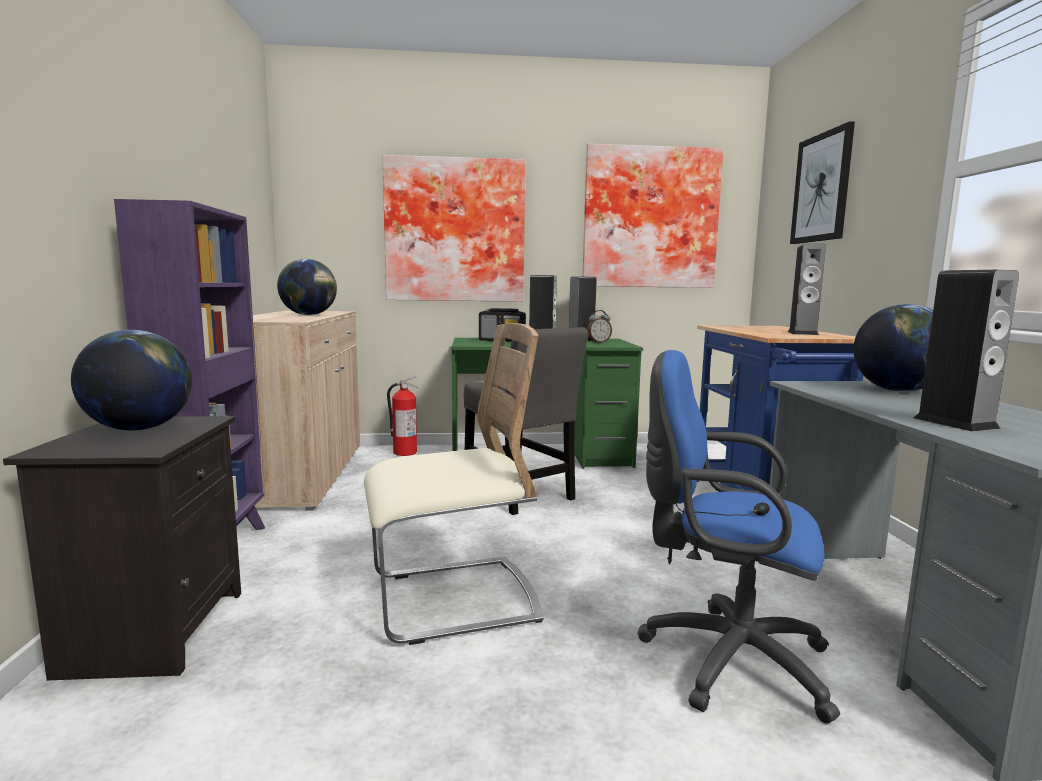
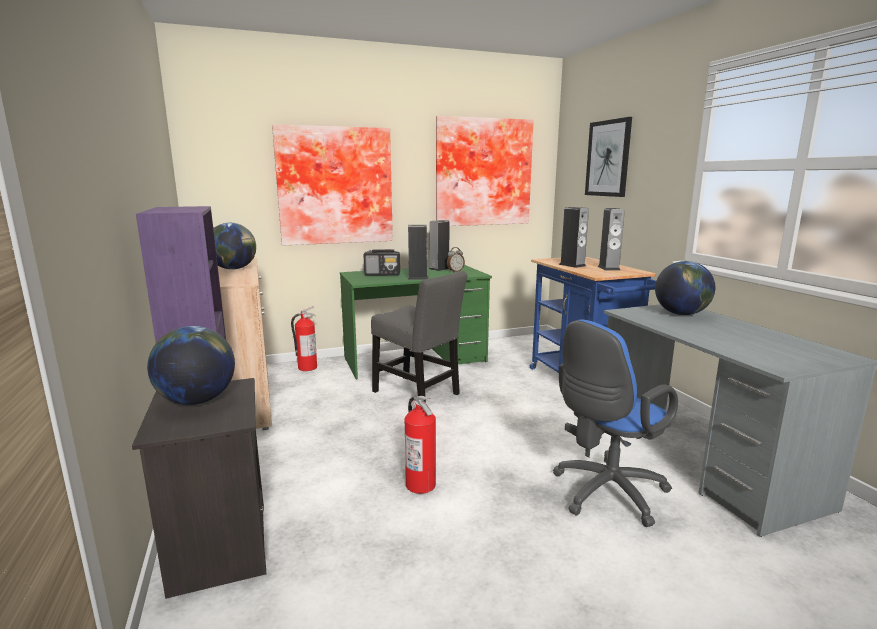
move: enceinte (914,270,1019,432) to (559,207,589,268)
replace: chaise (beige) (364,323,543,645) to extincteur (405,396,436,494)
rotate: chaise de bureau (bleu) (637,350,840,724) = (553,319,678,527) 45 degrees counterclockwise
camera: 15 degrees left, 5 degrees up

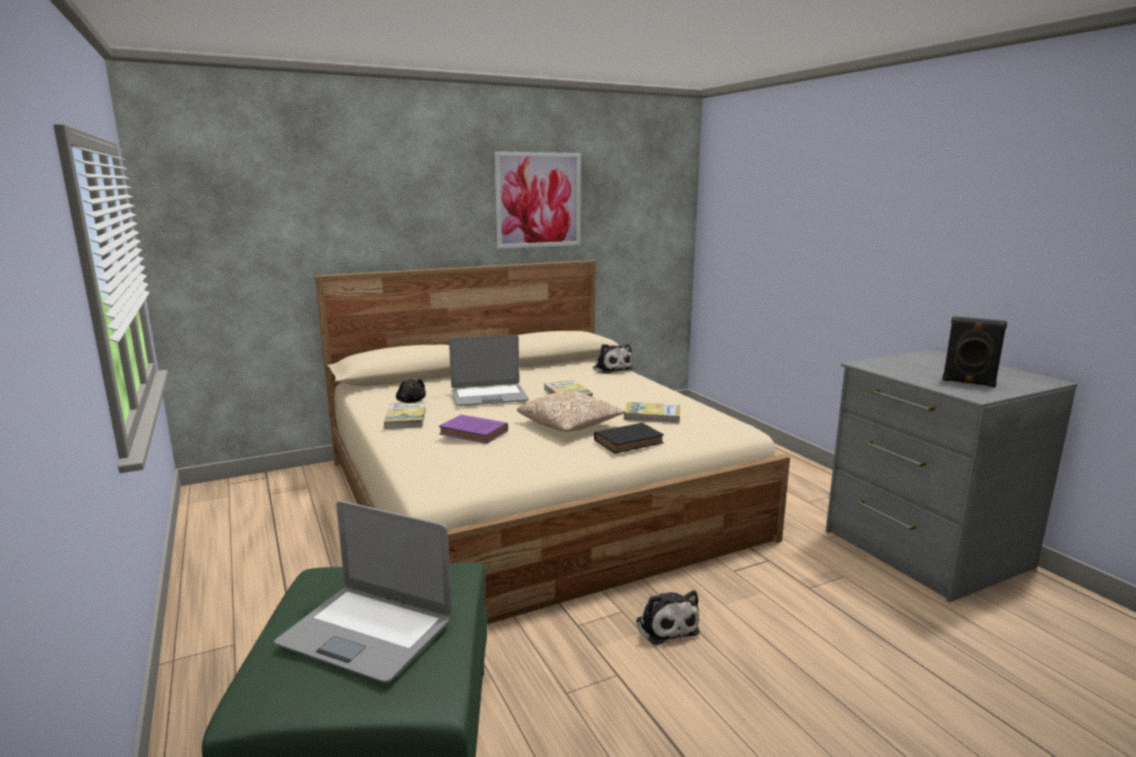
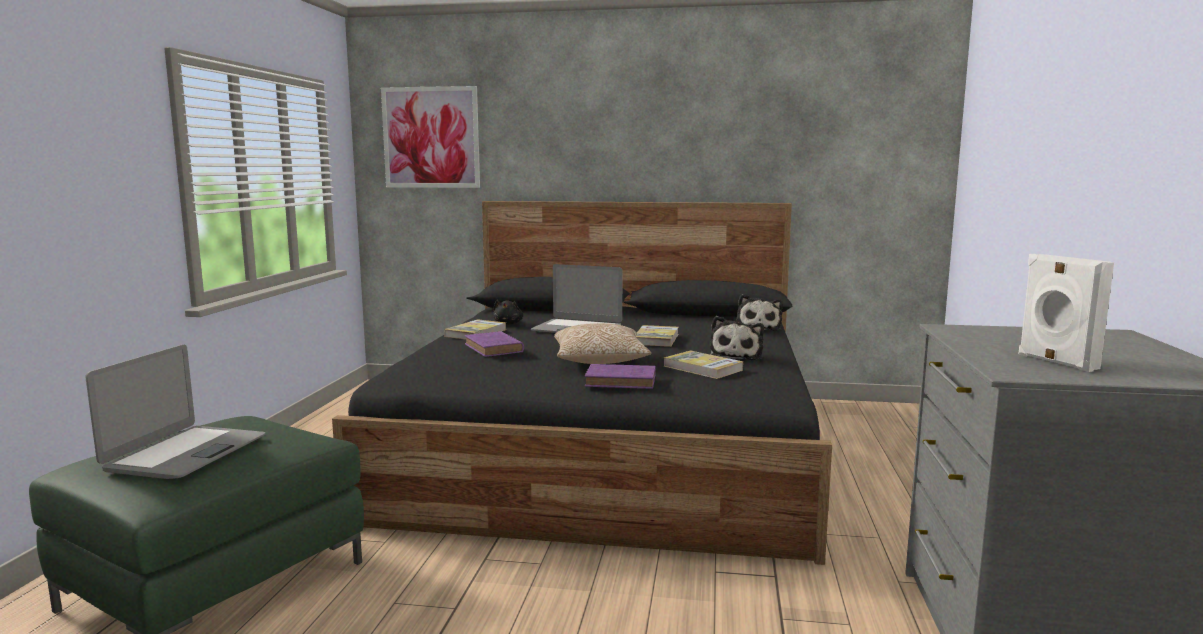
move: tableau (494,151,581,249) to (381,86,480,188); peluche (636,590,700,645) to (710,316,764,360)
recolor: lit (beige) (315,260,790,624) to lit (noir) (332,201,832,565); enceinte (noir) (942,316,1007,387) to enceinte (blanc) (1018,254,1114,372); livre (noir) (594,423,664,454) to livre (violet) (585,364,656,389)
rotate: ordinateur portable (274,501,452,683) = (85,345,265,479) 135 degrees counterclockwise
camera: 35 degrees right, 5 degrees down

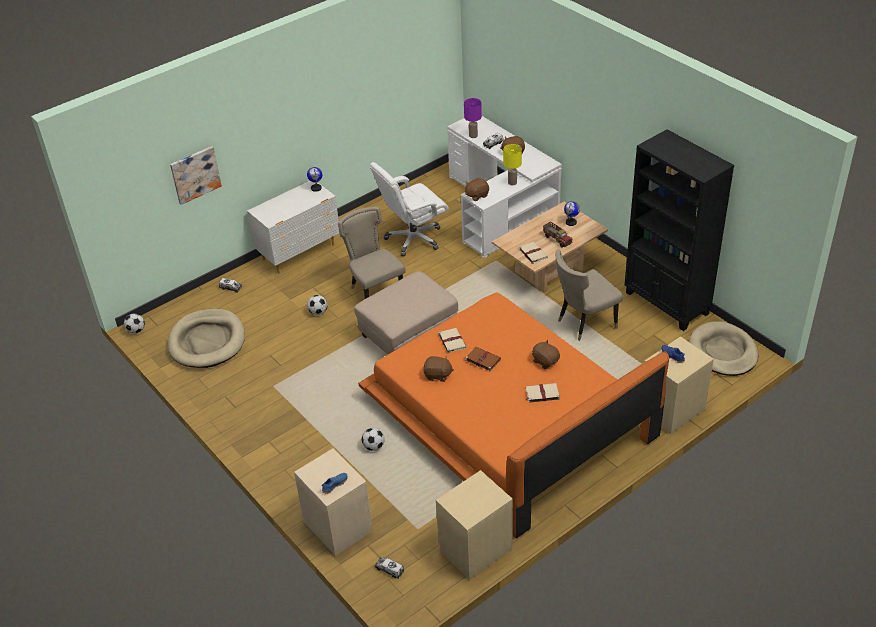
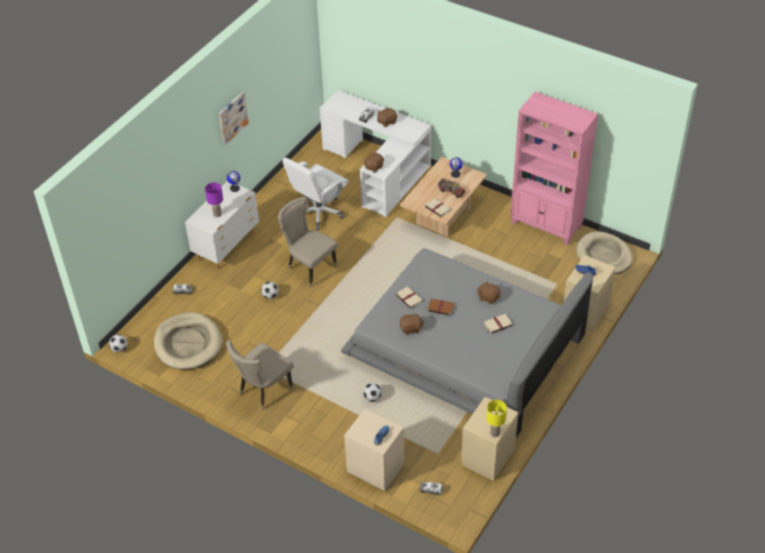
delete: pouf (beige) (354,271,458,354)
move: lampe de table (violet) (464,98,482,138) to (205,182,223,217); lampe de table (jaune) (503,144,522,185) to (486,400,507,437); tableau (170,146,222,205) to (219,92,249,145); chaise (beige) (555,250,623,341) to (226,340,294,410)
recolor: bibliothèque (noir) (625,129,734,331) to bibliothèque (rose) (510,92,598,245); lit (orange) (358,292,669,539) to lit (gris) (341,248,593,438)
camera: 20 degrees left, 5 degrees up

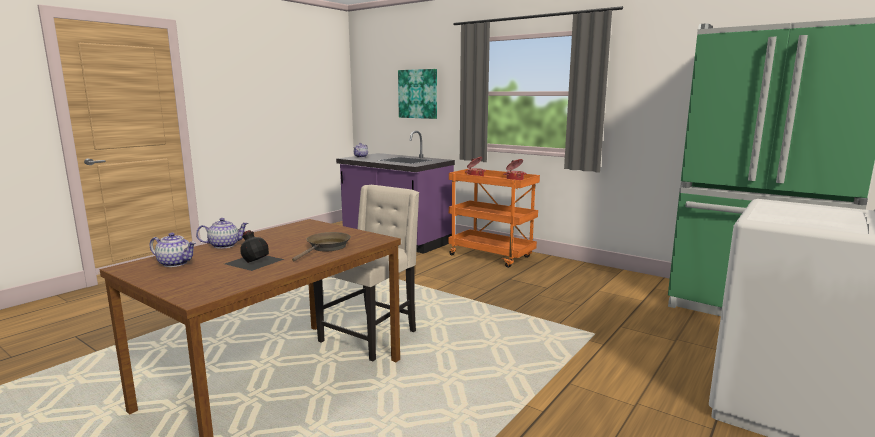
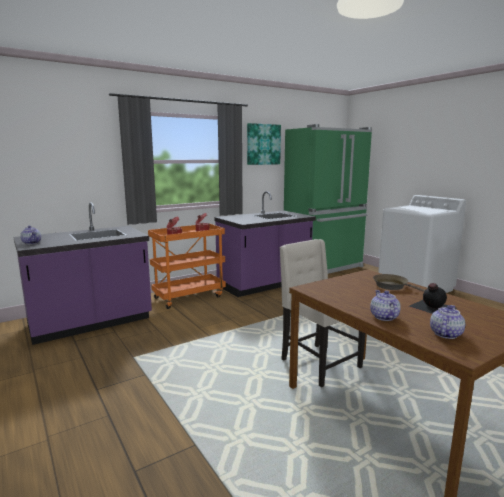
insert: comptoir de cuisine (violet) (215,191,316,297)
move: tableau (398,69,437,119) to (247,123,281,165)
camera: 70 degrees left, 0 degrees up

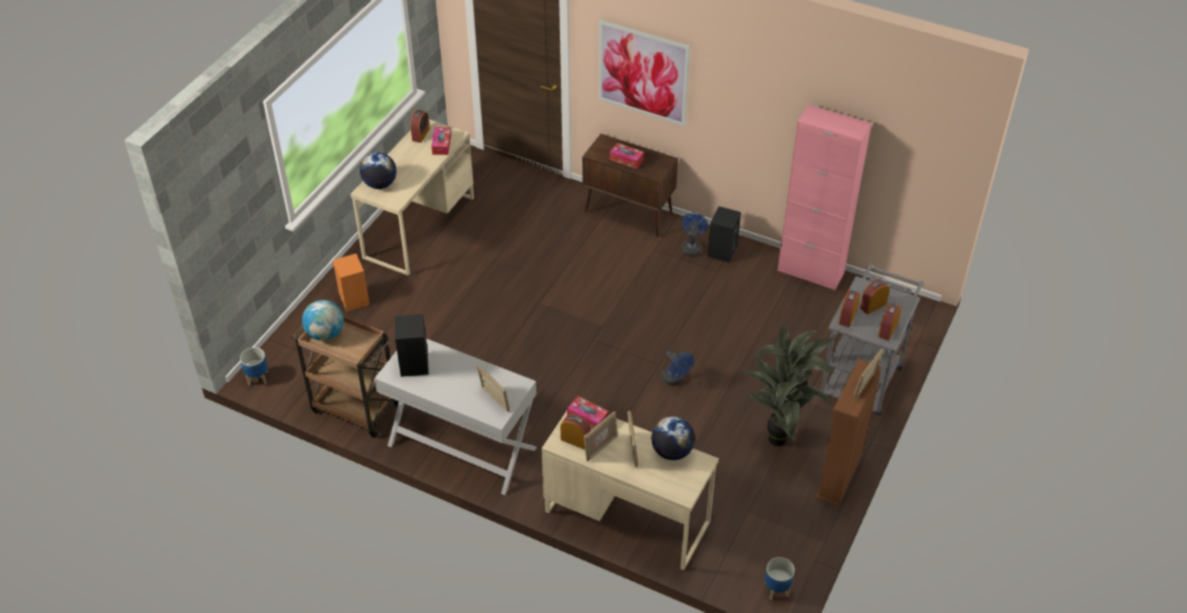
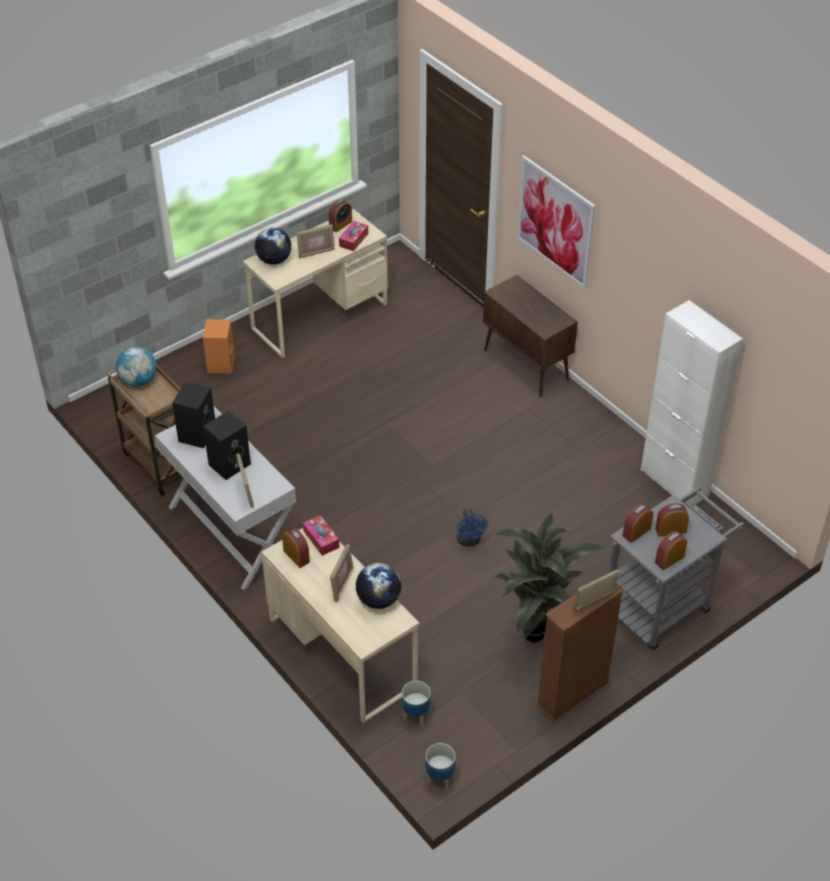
delete: boîte à mouchoirs (610,143,644,169); ventilateur (bleu) (681,213,708,257)
move: enceinte (noir) (708,206,741,263) to (203,410,251,480); cache-pot (240,347,268,386) to (402,681,431,726); cadre photo (584,411,618,462) to (297,224,334,258)
recolor: meuble de rangement (rose) (777,104,872,291) to meuble de rangement (blanc) (641,300,743,505)
camera: 25 degrees right, 0 degrees up

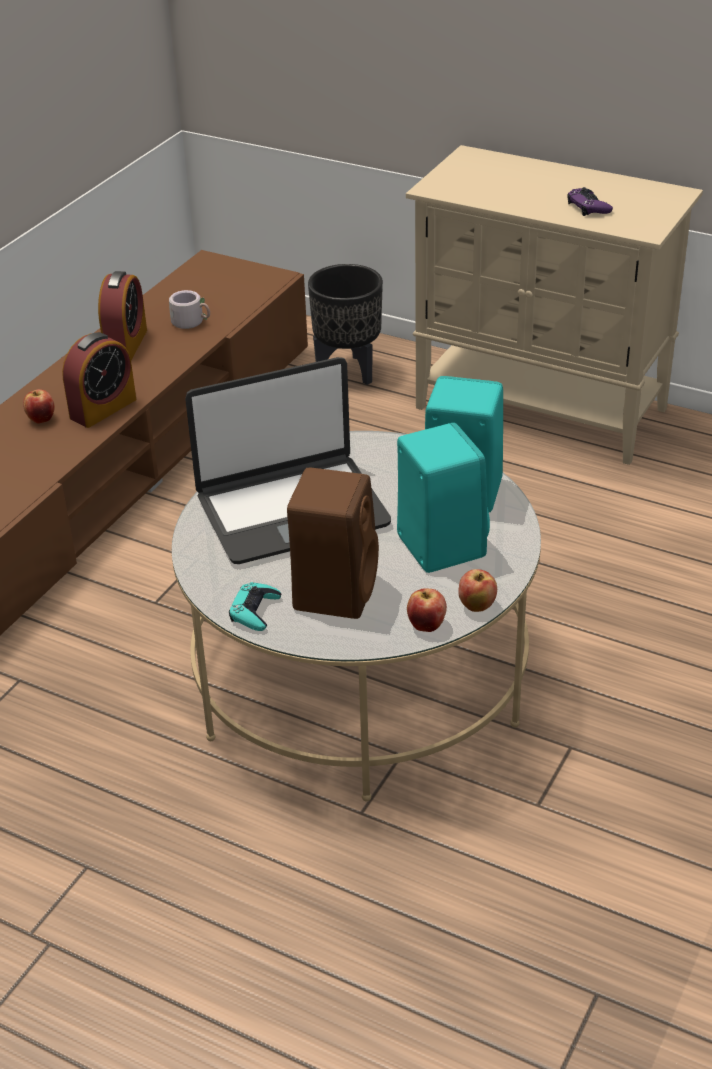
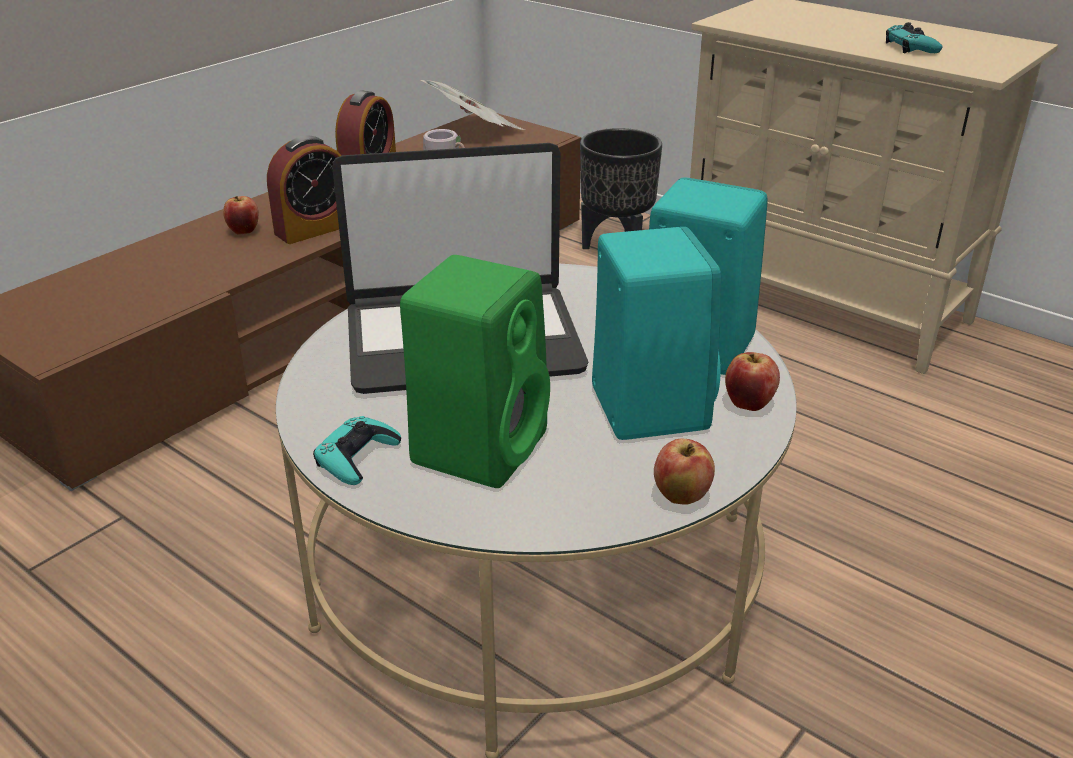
insert: journal (421,80,525,130)
move: pomme (407,588,447,632) to (725,352,780,411)
recolor: manette (violet) (567,187,613,216) to manette (turquoise) (886,22,942,53); enceinte (marron) (287,467,379,619) to enceinte (vert) (400,255,550,488)
camera: 10 degrees right, 5 degrees down

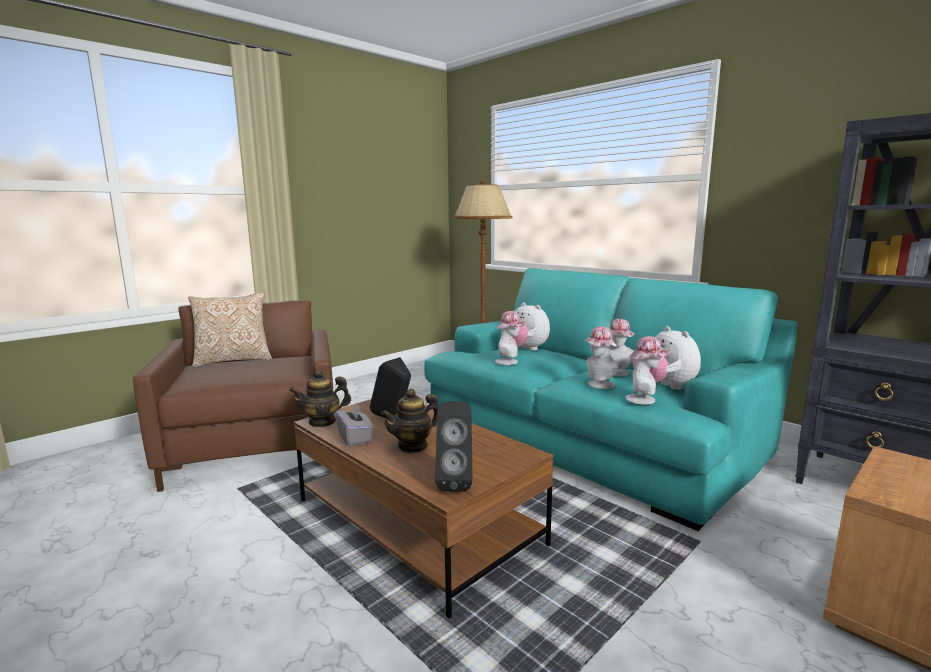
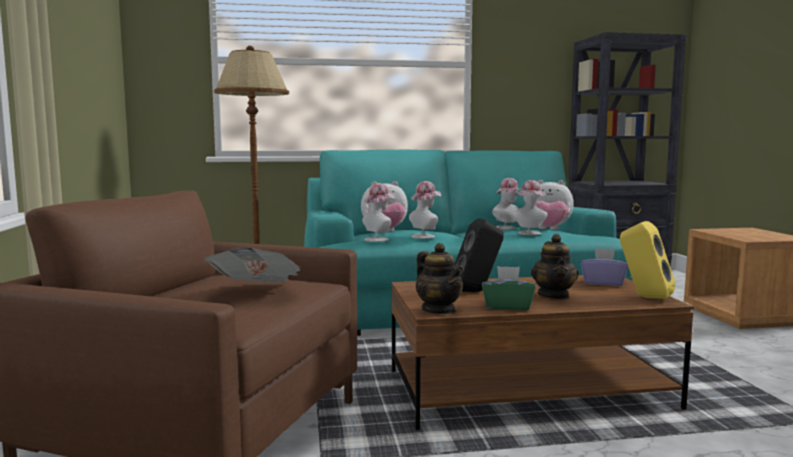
delete: coussin (188,292,272,367)
insert: journal (204,248,301,283); boîte à mouchoirs (violet) (581,248,628,286)
move: chapeau (625,336,671,405) to (362,183,395,242)
recolor: enceinte (noir) (435,401,473,492) to enceinte (jaune) (620,221,675,299); boîte à mouchoirs (gris) (335,404,374,446) to boîte à mouchoirs (vert) (482,266,536,311)
rotate: théière (289,370,351,427) = (416,243,464,314) 45 degrees counterclockwise
camera: 55 degrees left, 5 degrees down

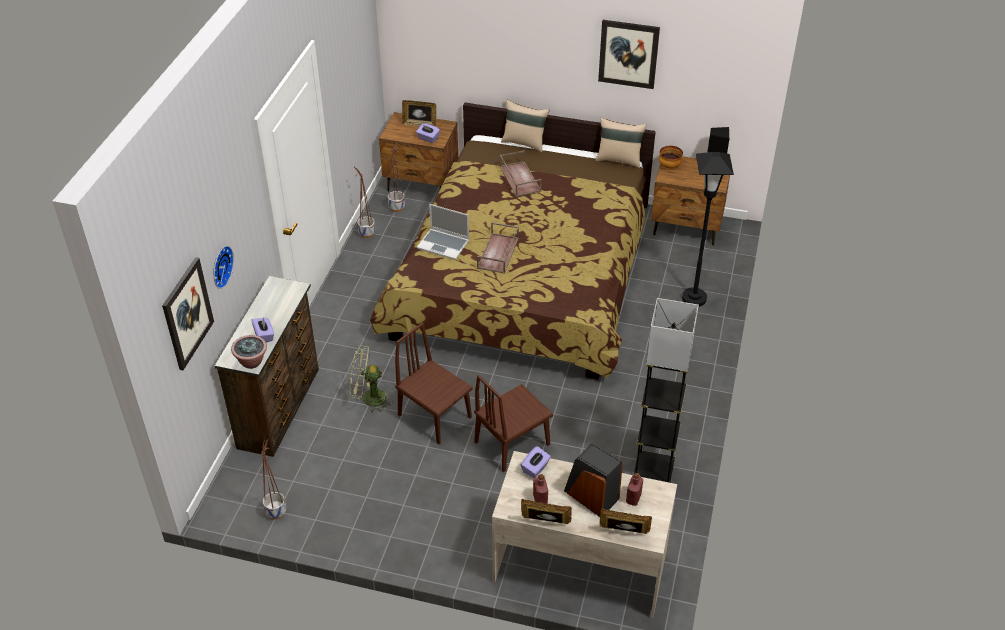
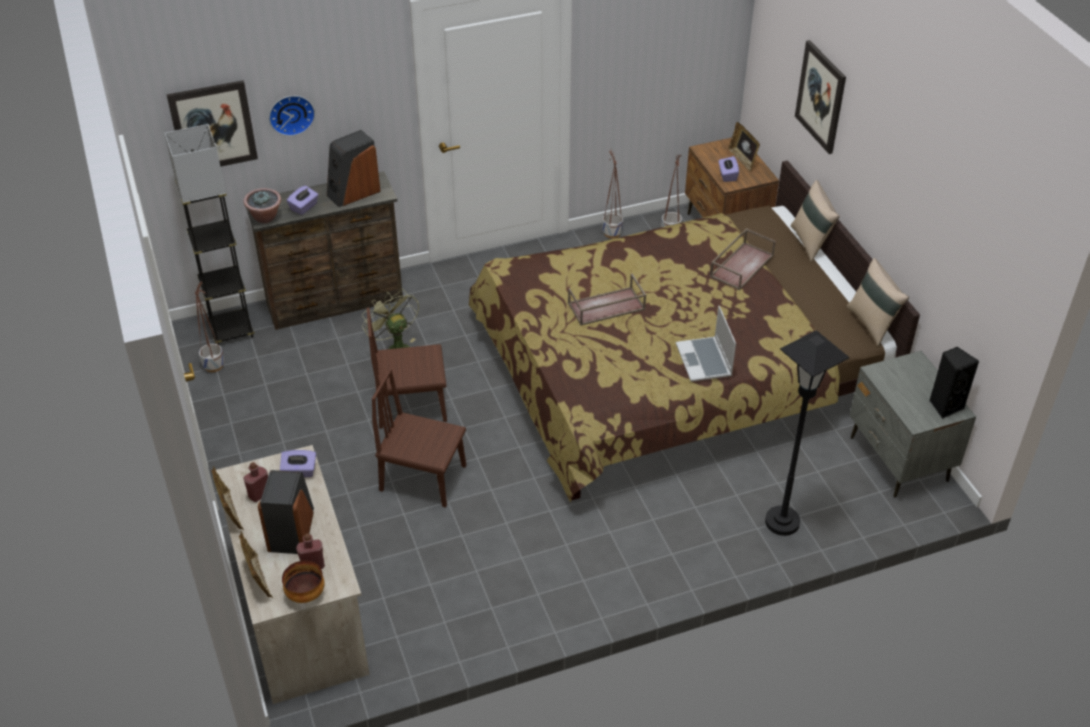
insert: enceinte (327,130,381,207)
move: tableau (598,20,660,89) to (795,40,846,154); bol (659,146,683,169) to (282,561,324,603); ordinateur portable (417,204,469,260) to (676,306,736,382); lampadaire (gris) (633,298,699,483) to (165,124,255,345)
recolor: table de chevet (marron) (651,156,730,245) to table de chevet (gris) (849,351,976,498)
rotate: chaise (marron) (395,322,473,444) = (367,308,447,428) 105 degrees counterclockwise
camera: 55 degrees right, 0 degrees up

